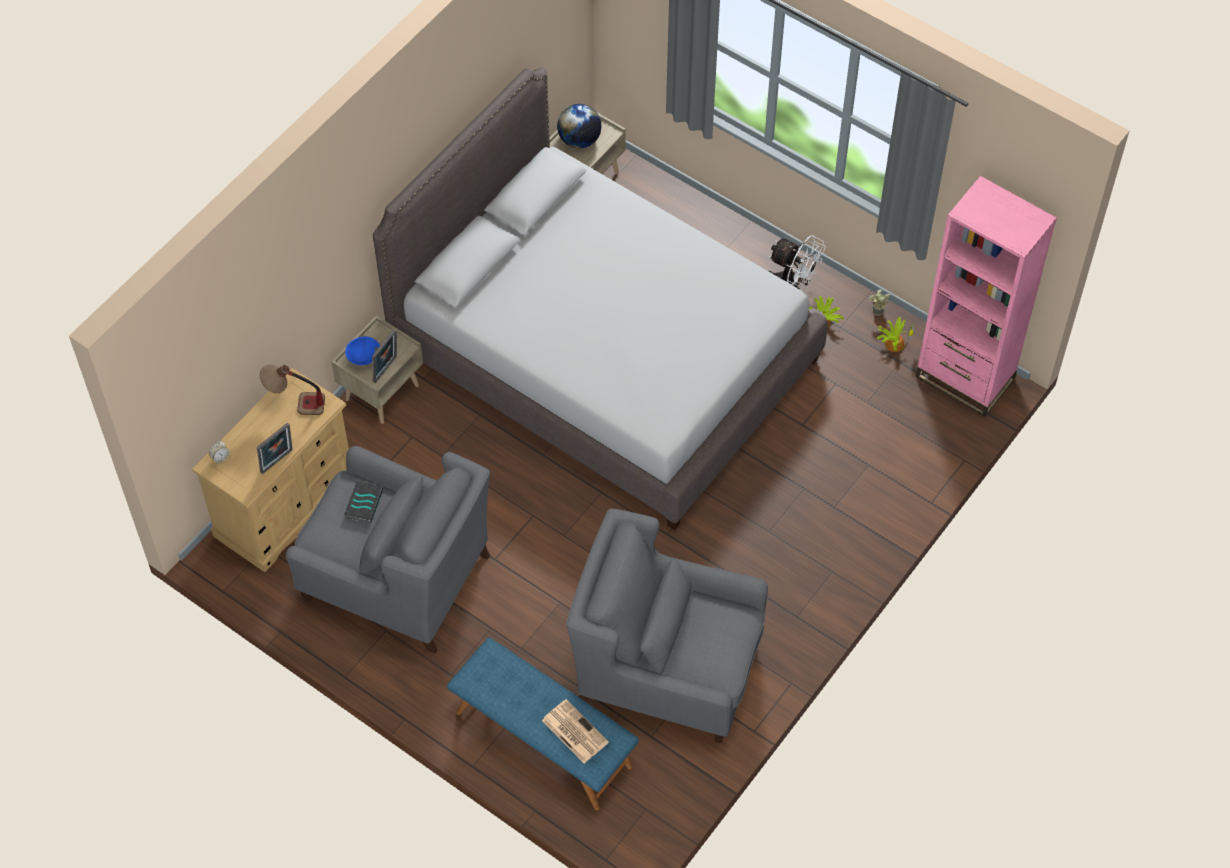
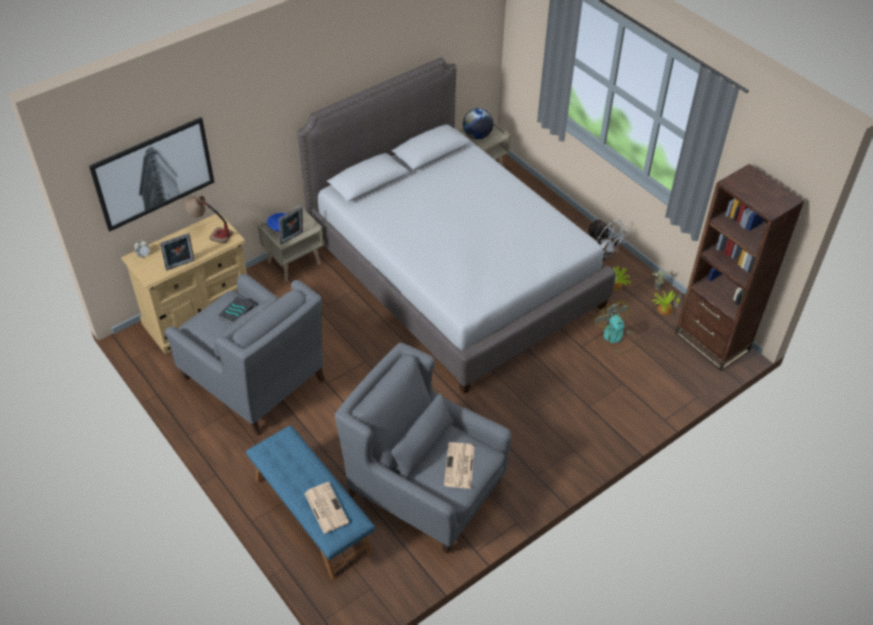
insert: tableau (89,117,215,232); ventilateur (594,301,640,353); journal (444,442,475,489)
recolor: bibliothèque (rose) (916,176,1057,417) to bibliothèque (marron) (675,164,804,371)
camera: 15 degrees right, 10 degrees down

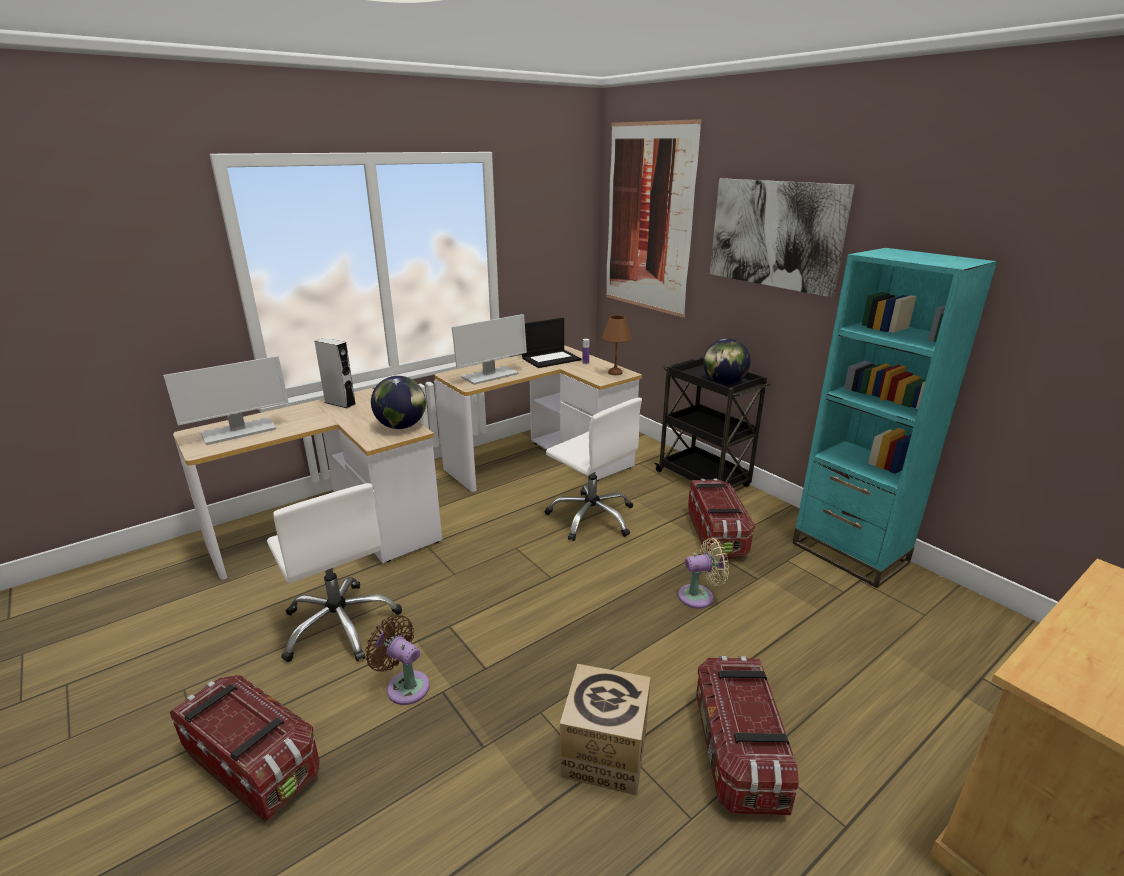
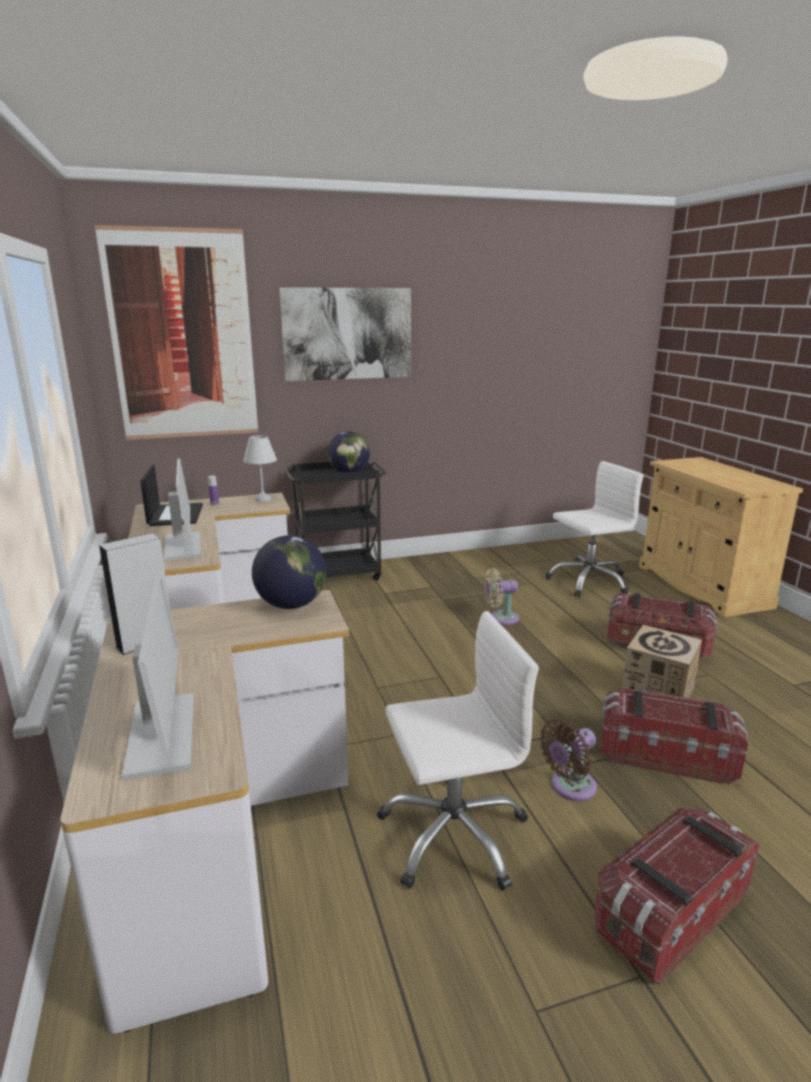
delete: bibliothèque (turquoise) (792,248,997,588)
move: chaise de bureau (blanc) (545,398,642,541) to (545,461,644,597); boîte de rangement (688,479,755,559) to (601,688,749,785)
recolor: lampe de table (marron) (602,315,631,375) to lampe de table (blanc) (243,435,277,502)
rotate: ventilateur (beige) (678,538,729,609) = (485,568,519,625) 105 degrees counterclockwise
camera: 70 degrees left, 5 degrees down

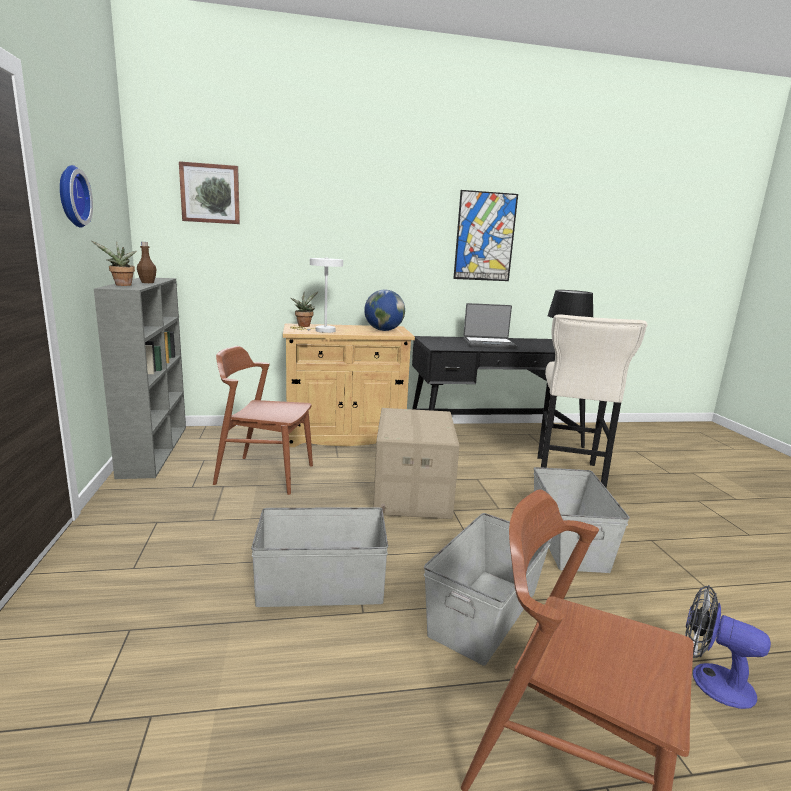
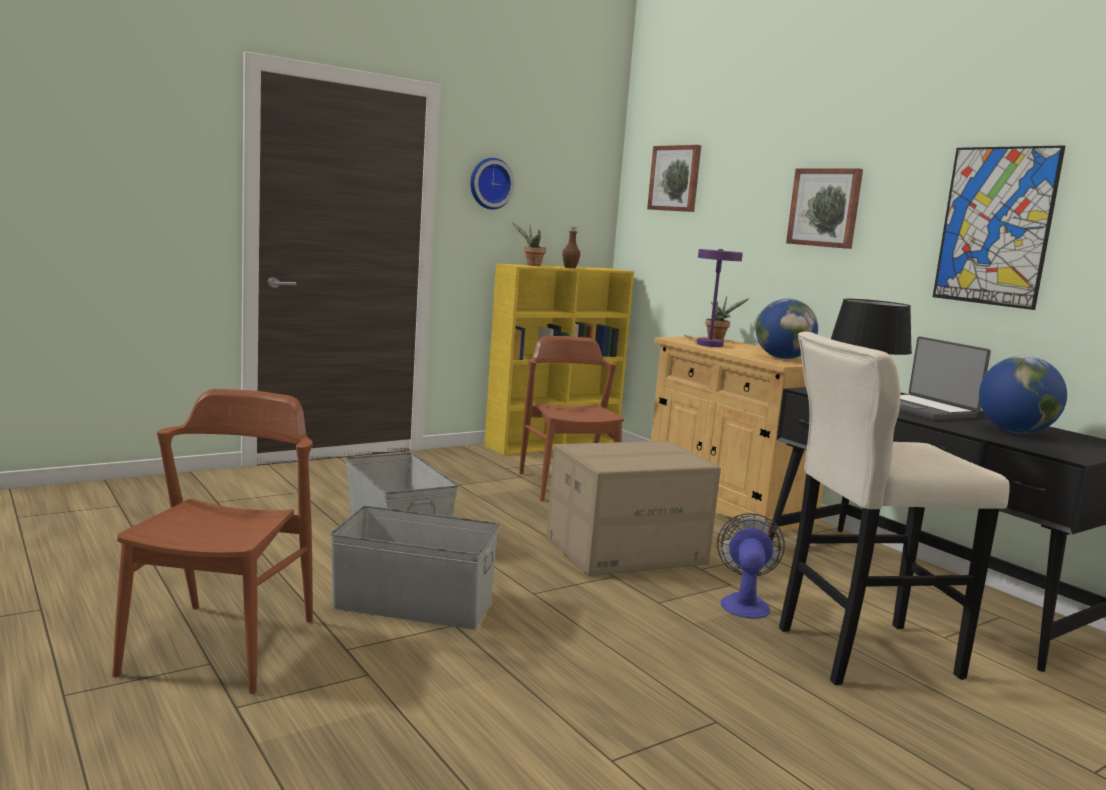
delete: boîte de rangement (gris) (533,467,630,573)
insert: tableau (786,169,863,249); globe (979,356,1067,434)
move: ventilateur (685,585,771,709) to (717,513,785,619)
recolor: lampe de table (blanc) (290,258,343,333) to lampe de table (violet) (684,249,743,347); bibliothèque (gris) (94,278,186,479) to bibliothèque (jaune) (484,264,634,455)
camera: 65 degrees right, 5 degrees down

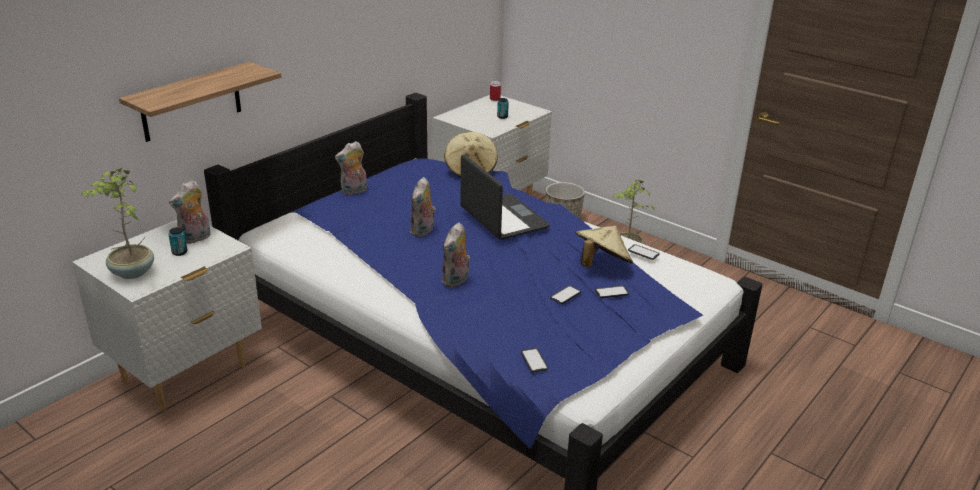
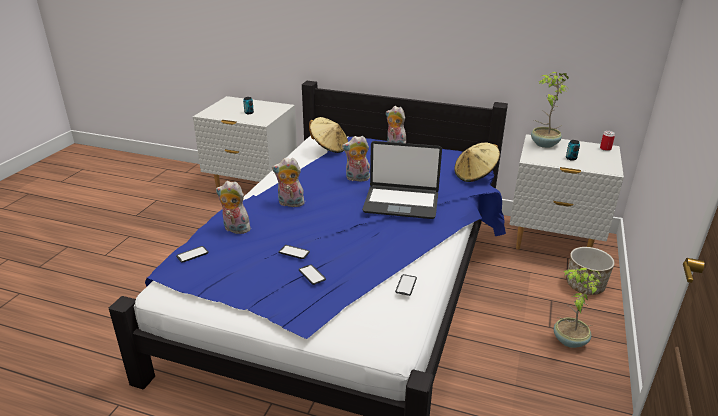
delete: étagère (119,62,281,142)
move: plante en pot (81,168,154,279) to (531,72,569,148); peluche (169,180,211,244) to (216,181,254,234); chapeau (beige) (575,226,633,267) to (309,117,348,153)
rotate: ordinateur portable (460,154,550,240) = (362,141,442,219) 60 degrees clockwise
camera: 70 degrees right, 0 degrees up

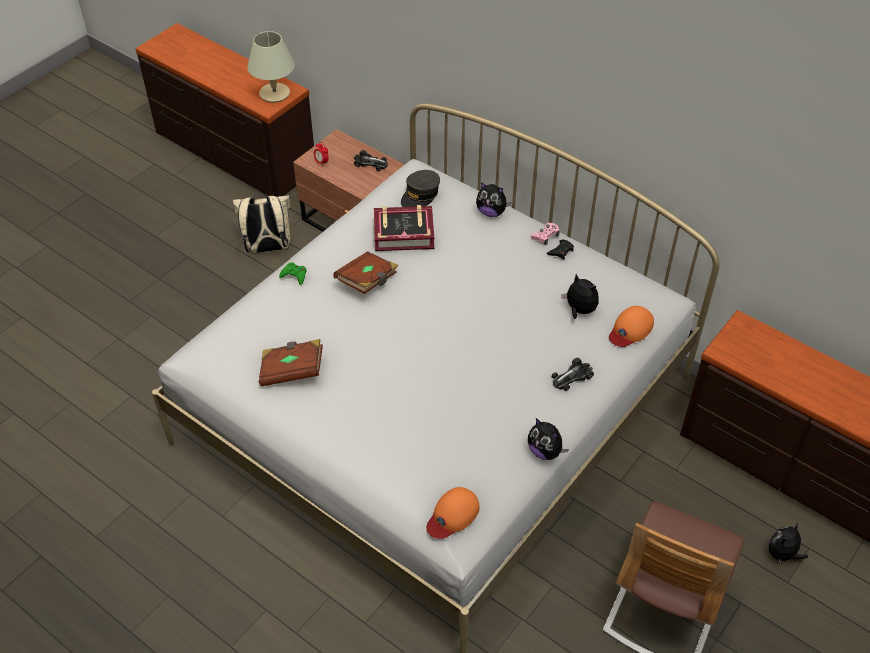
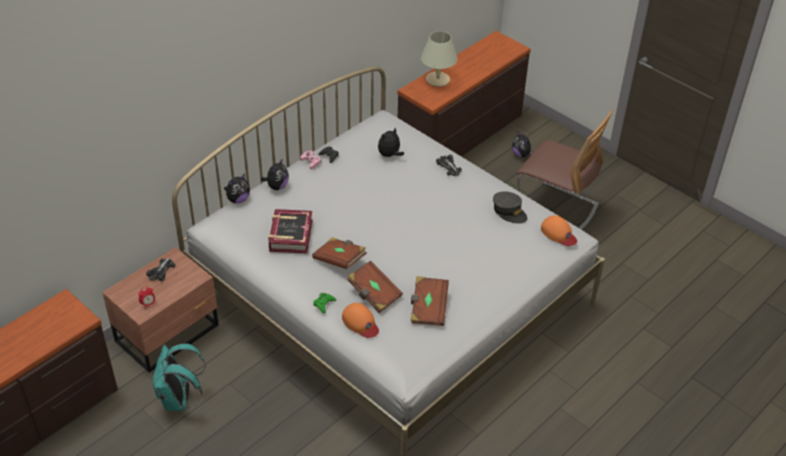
insert: livre (marron) (347,260,403,313)
move: lampe de table (beige) (248,31,295,103) to (421,31,458,87); casquette (gris) (401,170,440,207) to (493,191,527,224); casquette (orange) (609,306,654,347) to (342,303,379,338); peluche (528,418,569,460) to (224,174,250,204)
recolor: sac à dos (beige) (232,194,291,253) to sac à dos (turquoise) (153,343,206,411)
camera: 85 degrees left, 5 degrees down

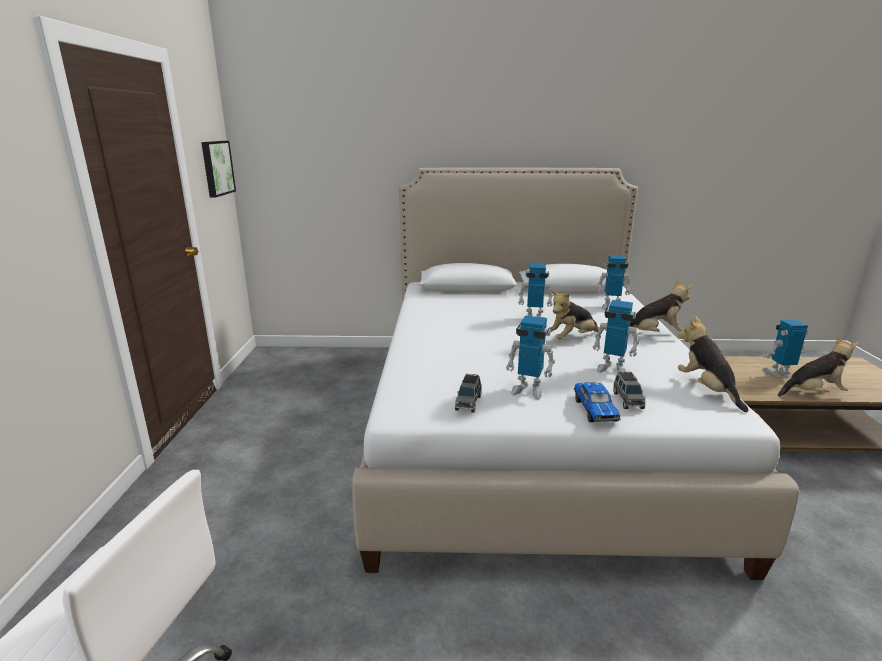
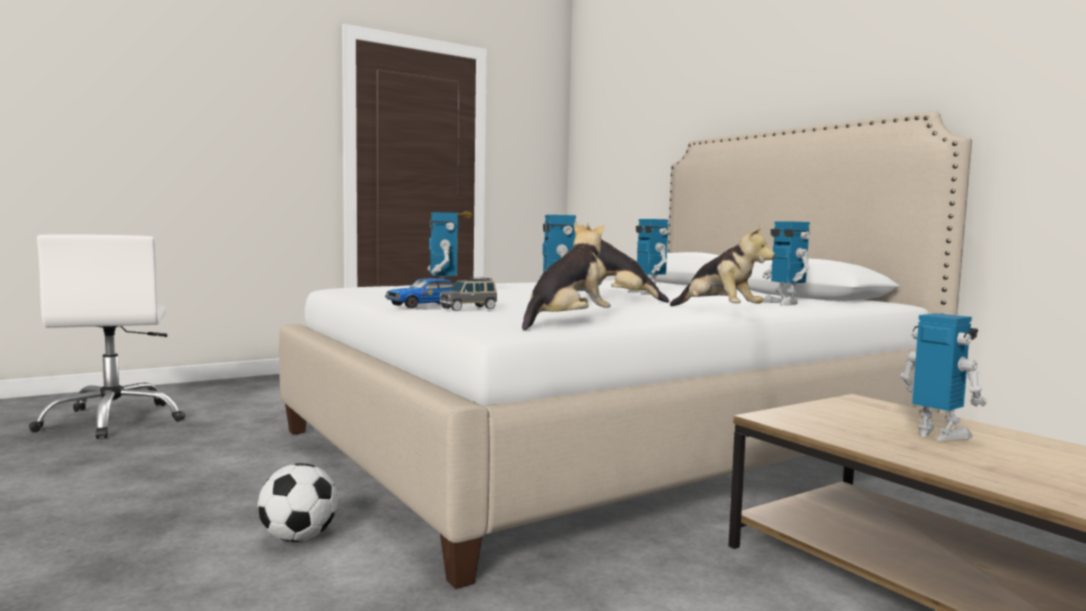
delete: tableau (201,141,236,197); peluche (778,337,858,396); petite voiture (gris) (455,374,481,413)
insert: ballon de foot (258,463,338,542)
camera: 55 degrees right, 15 degrees down

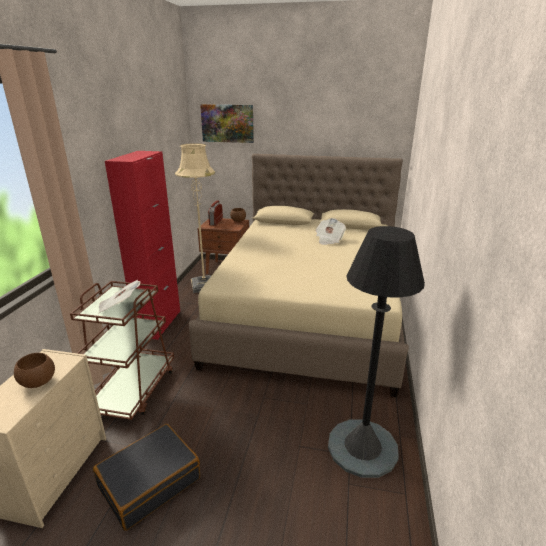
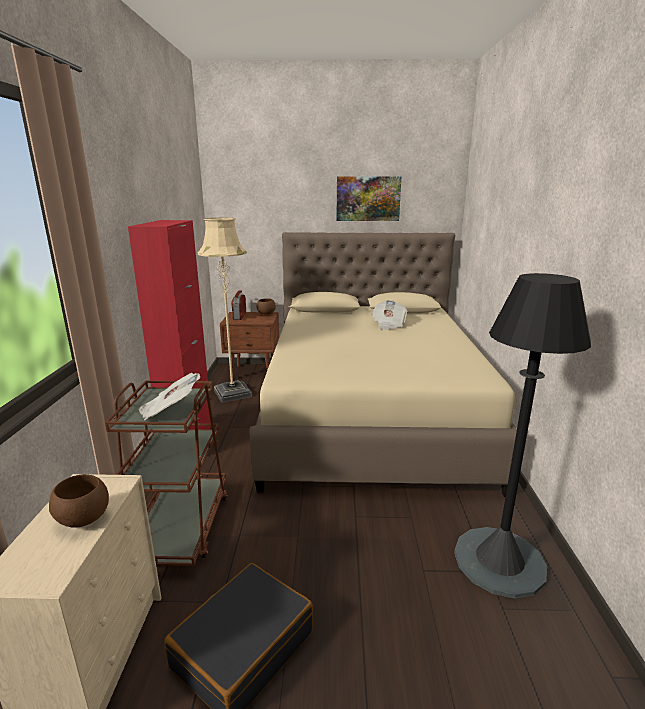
move: tableau (200,104,254,143) to (336,176,402,221)
camera: 10 degrees left, 5 degrees down

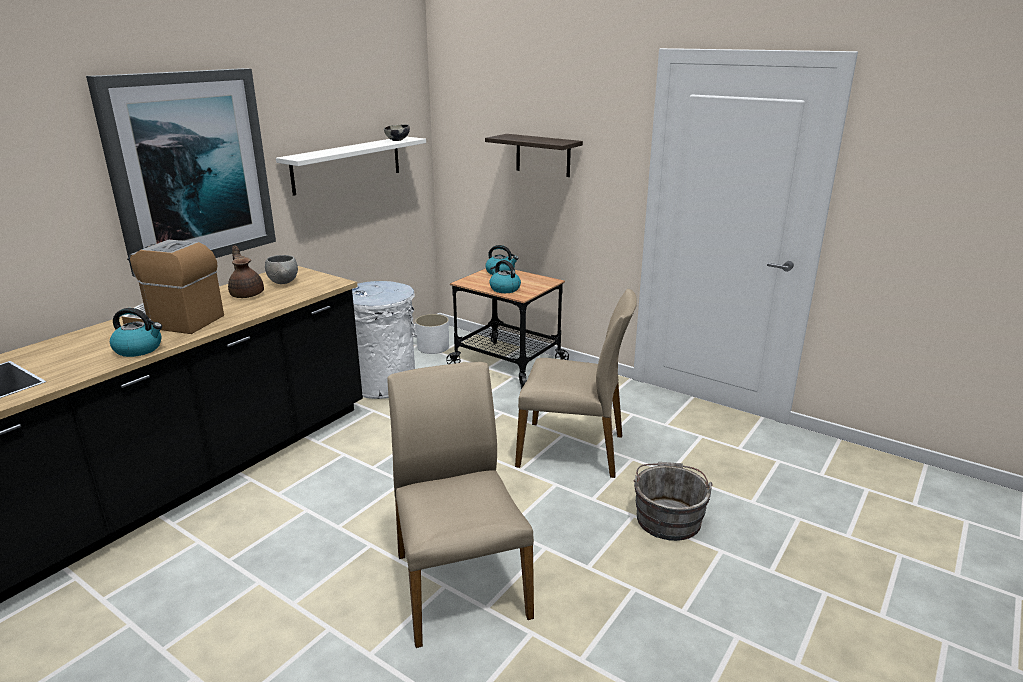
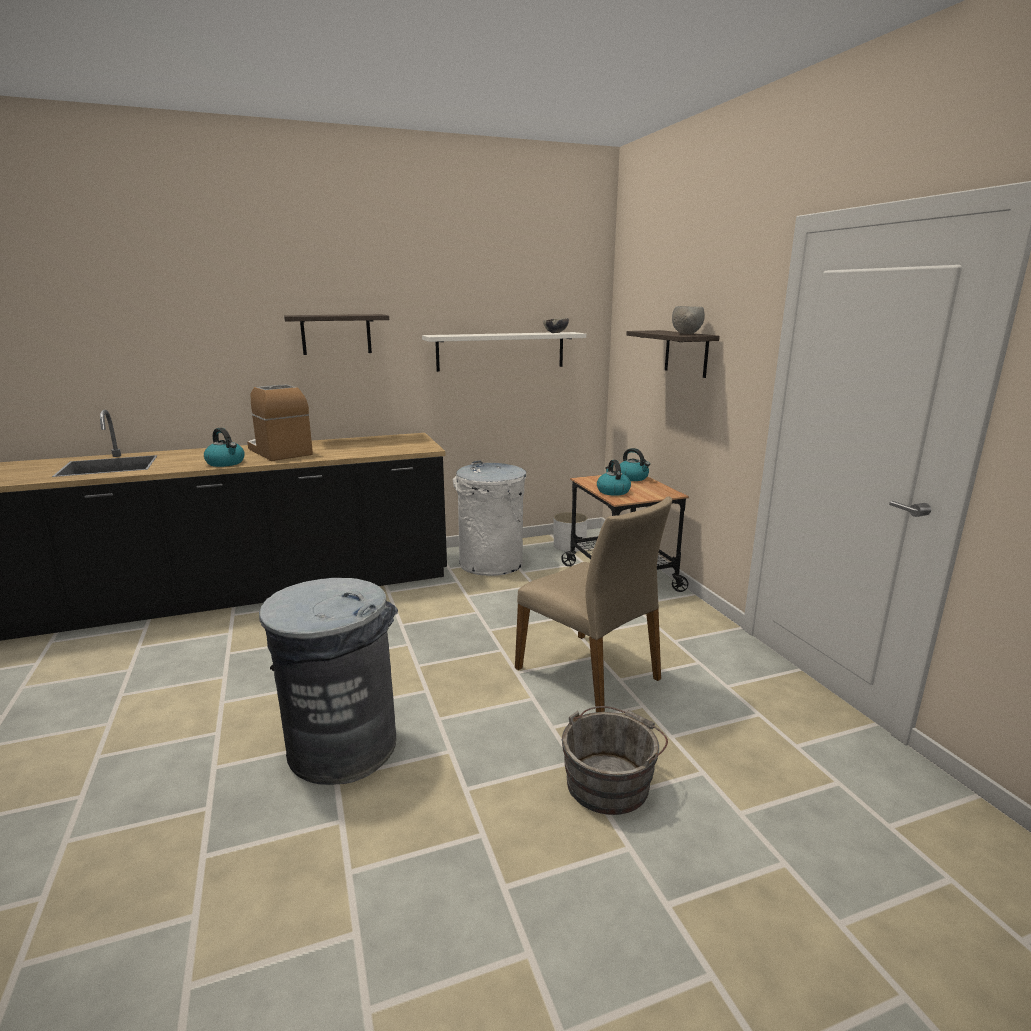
delete: théière (marron) (228,245,264,298)
move: bol (gris) (265,255,298,284) to (672,306,705,334)
replace: tableau (86,68,276,276) to étagère (284,314,389,355); chaise (beige) (388,362,534,648) to poubelle (gris) (259,578,398,785)
camera: 35 degrees right, 5 degrees down

